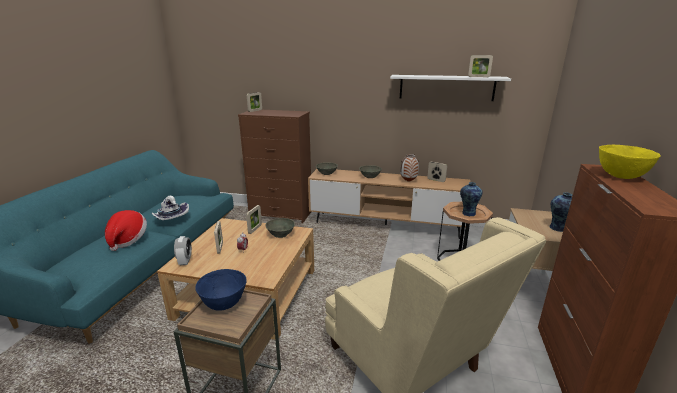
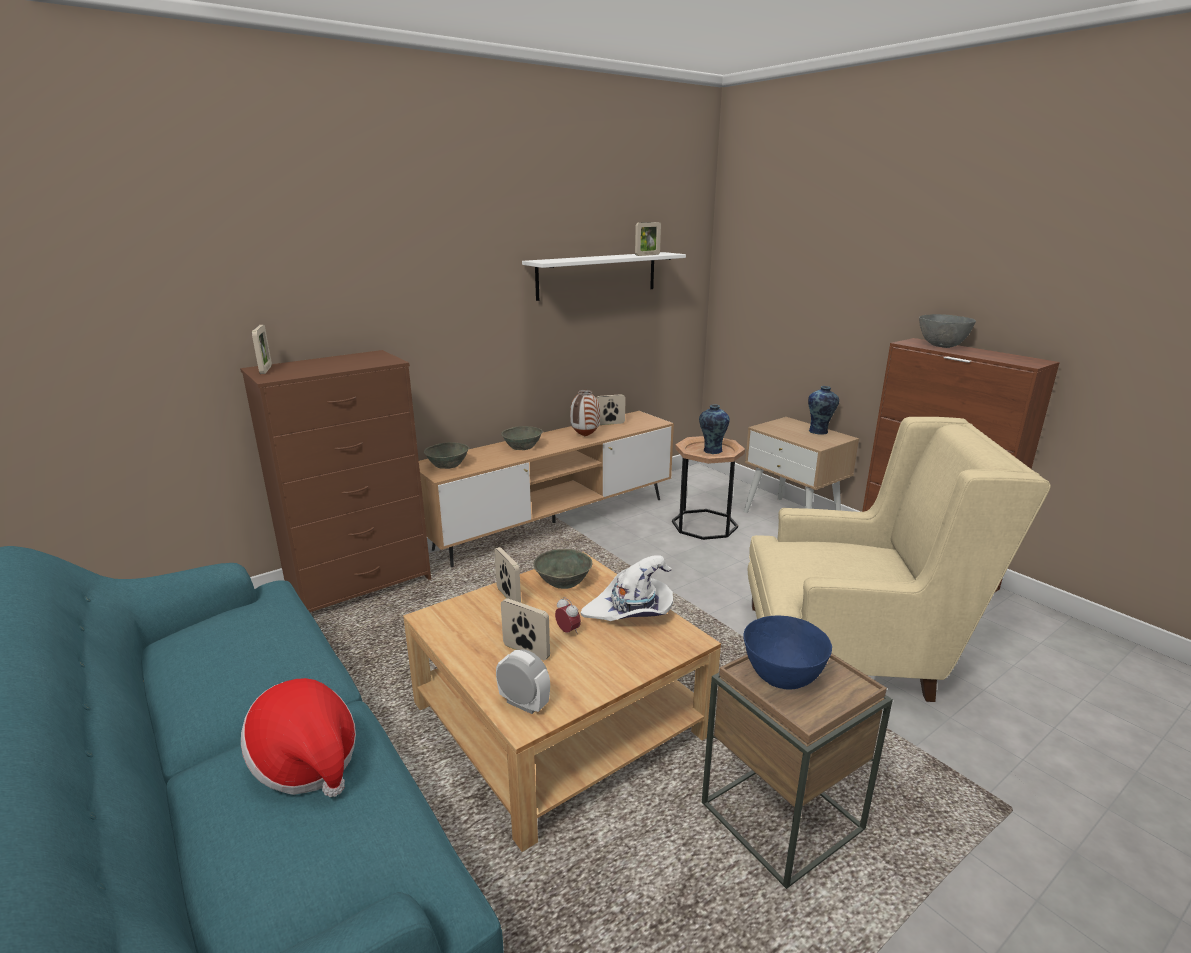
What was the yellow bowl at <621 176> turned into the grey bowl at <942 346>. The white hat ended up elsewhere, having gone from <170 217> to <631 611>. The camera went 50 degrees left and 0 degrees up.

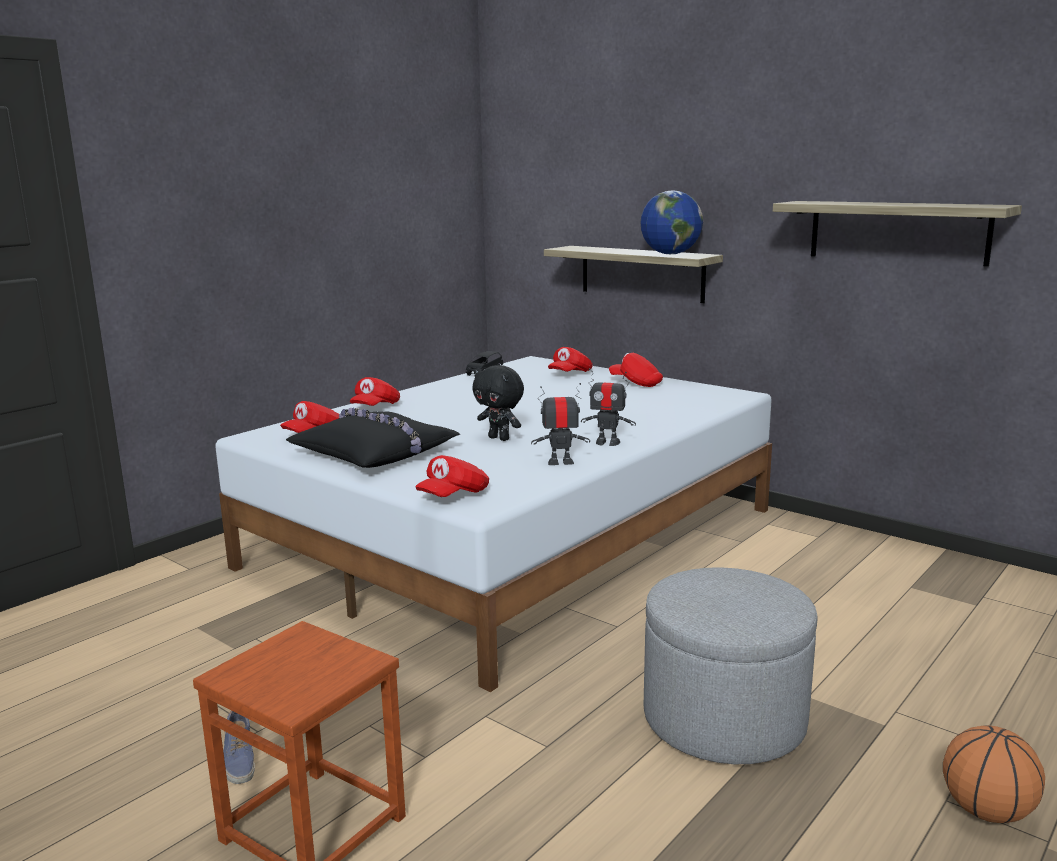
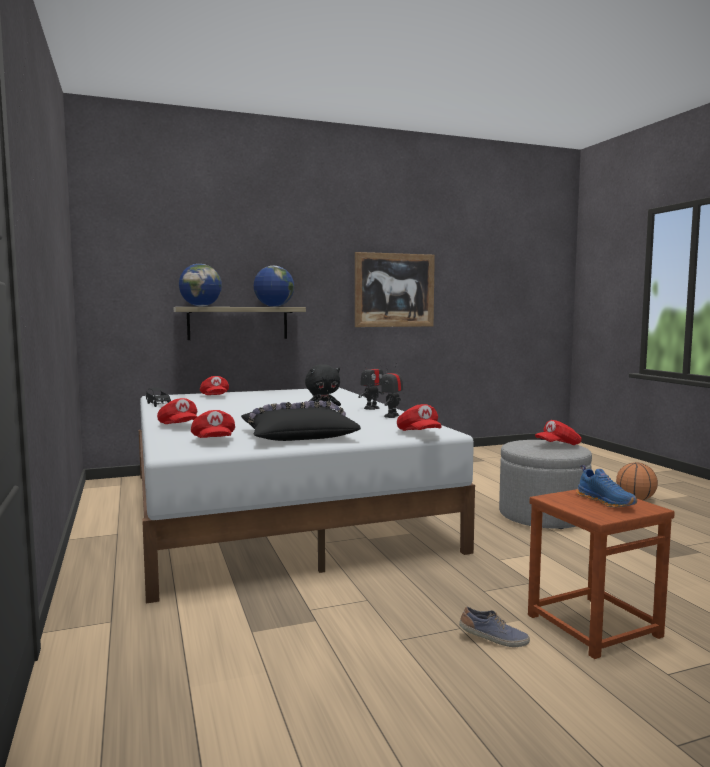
Where the shelf hung at <897 232>, the picture came to hang at <394 290>. The red cap ended up elsewhere, having gone from <636 383> to <558 445>. The second view gained the globe at <201 306>. The second view gained the blue shoe at <606 502>. The camera went 60 degrees left and 10 degrees down.

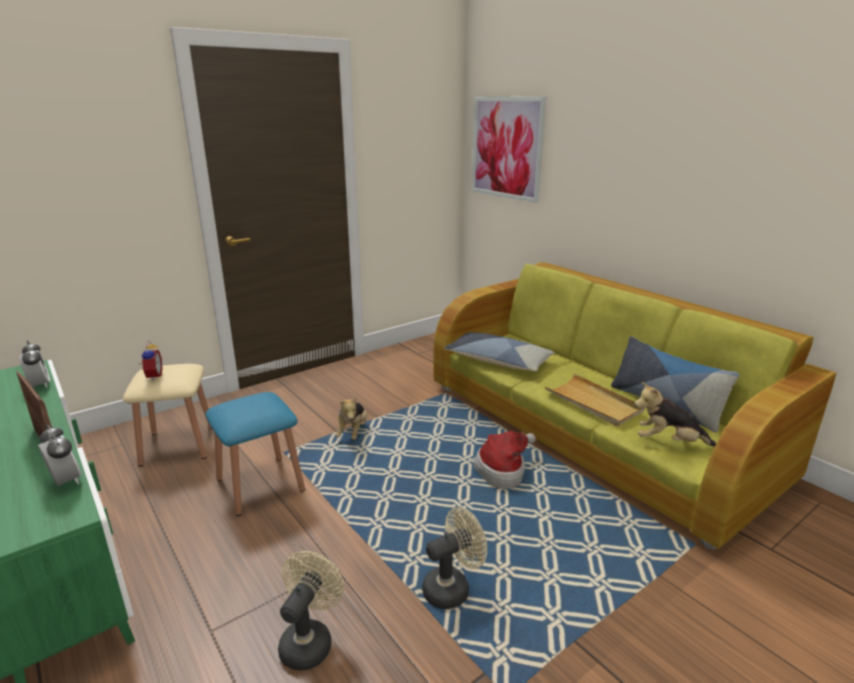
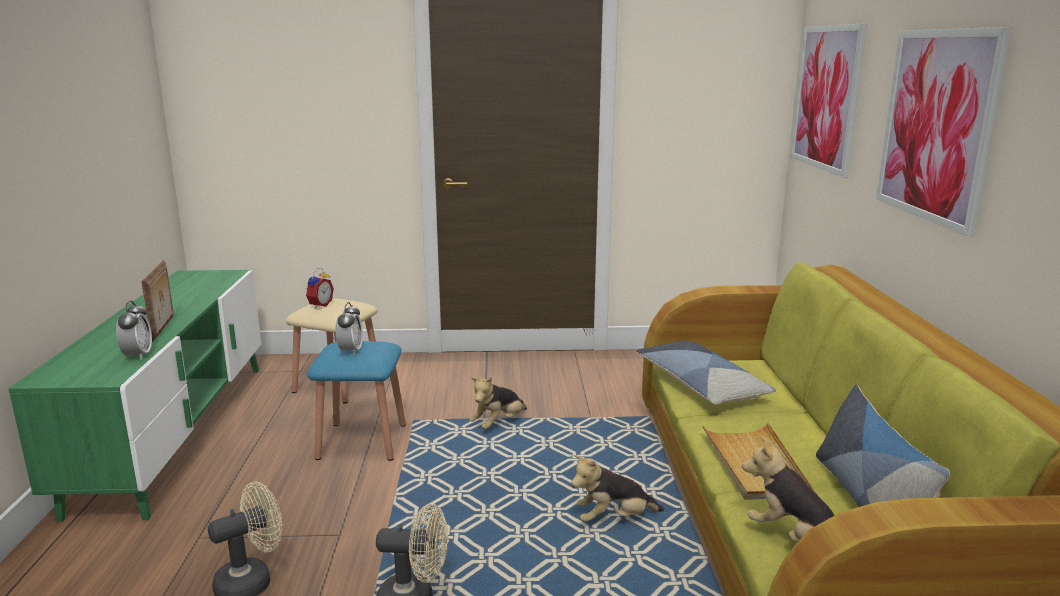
The alarm clock ended up elsewhere, having gone from <40 385> to <350 351>. Where the hat stood at <503 470>, the plush toy came to stand at <613 519>. The second view gained the picture at <936 125>. The camera went 35 degrees right and 5 degrees down.

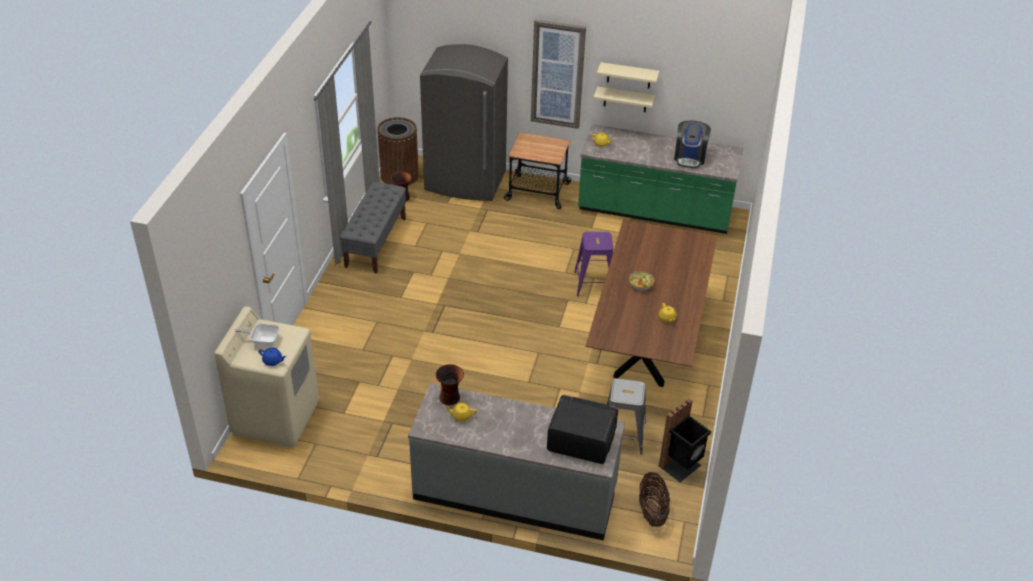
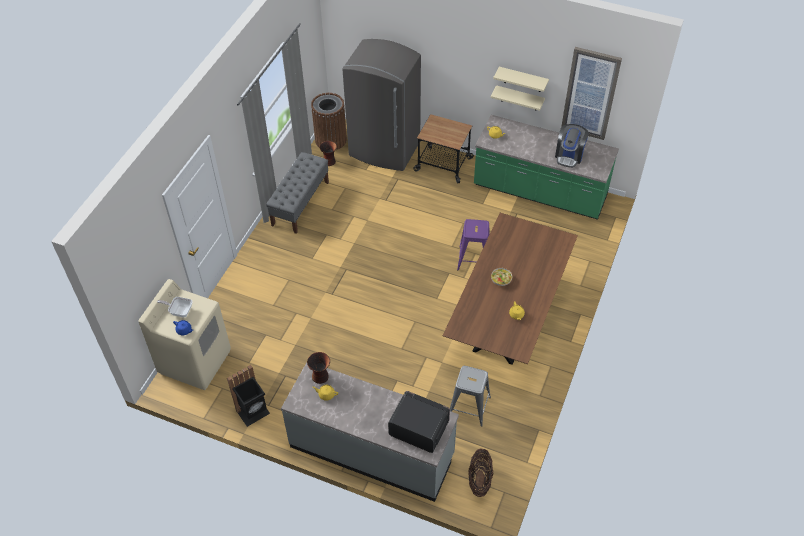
The picture ended up elsewhere, having gone from <557 74> to <590 93>. The black trash can ended up elsewhere, having gone from <681 466> to <253 412>. The camera went 10 degrees right and 10 degrees up.

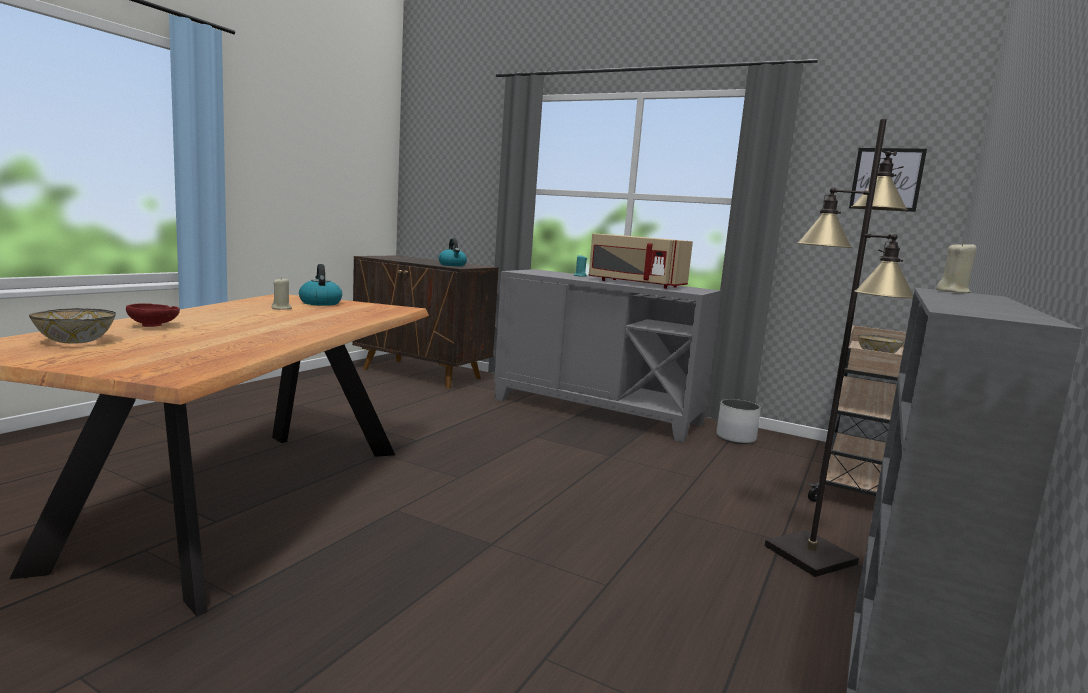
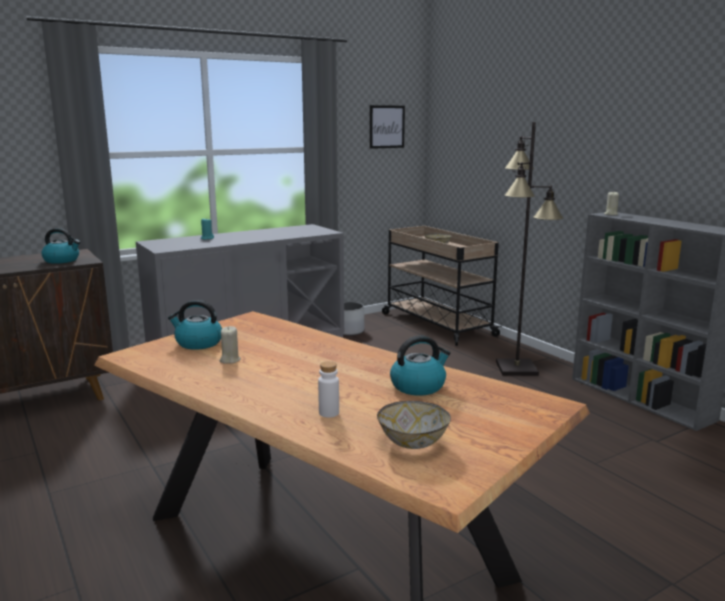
The second view lost the beige microwave at <635 284>. Where the red bowl stood at <154 326>, the white bottle came to stand at <329 413>. The second view gained the kettle at <418 386>. The camera went 60 degrees left and 5 degrees up.

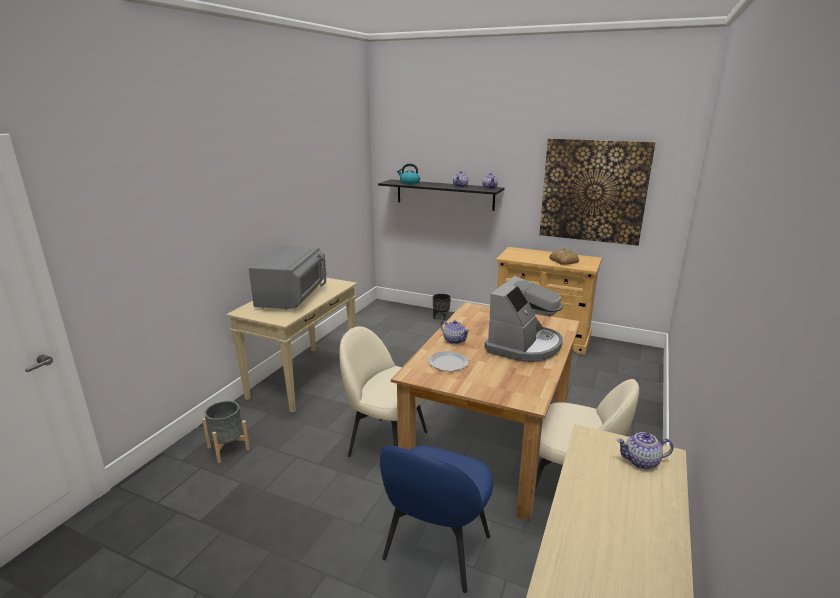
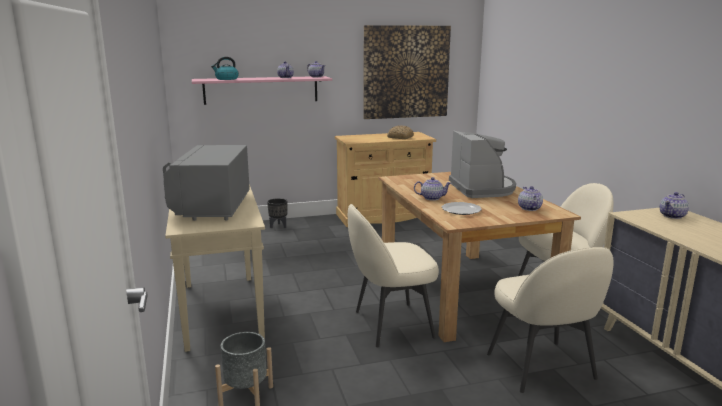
What was the black shelf at <444 194> turned into the pink shelf at <261 90>. The grey microwave at <293 297> ended up facing another way, 150 degrees counterclockwise from before. What was the blue chair at <435 550> turned into the beige chair at <542 368>. The second view gained the teapot at <529 208>. The camera went 40 degrees left and 5 degrees down.

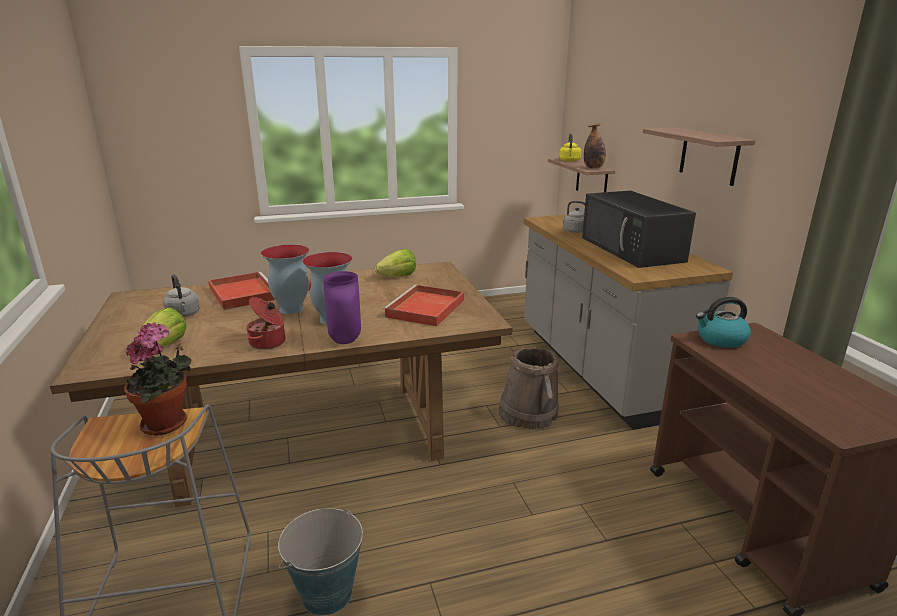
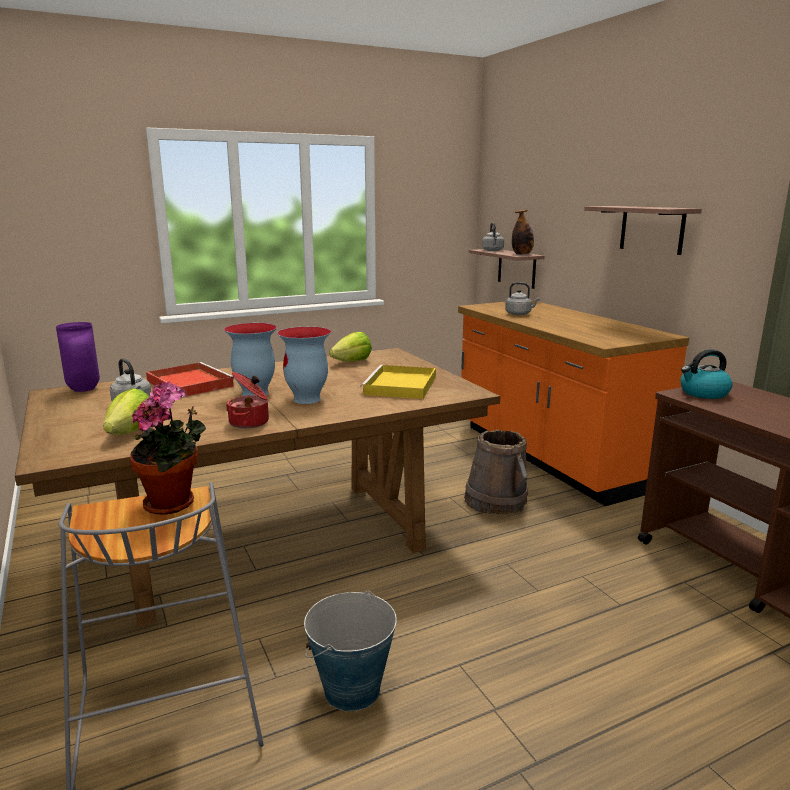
What was the yellow kettle at <569 161> turned into the grey kettle at <493 250>. The second view lost the black microwave at <632 249>. What was the grey counter at <598 369> turned into the orange counter at <549 456>. The purple vase ended up elsewhere, having gone from <344 341> to <83 389>. What was the red tray at <425 309> turned into the yellow tray at <400 386>. The camera went 10 degrees left and 5 degrees down.

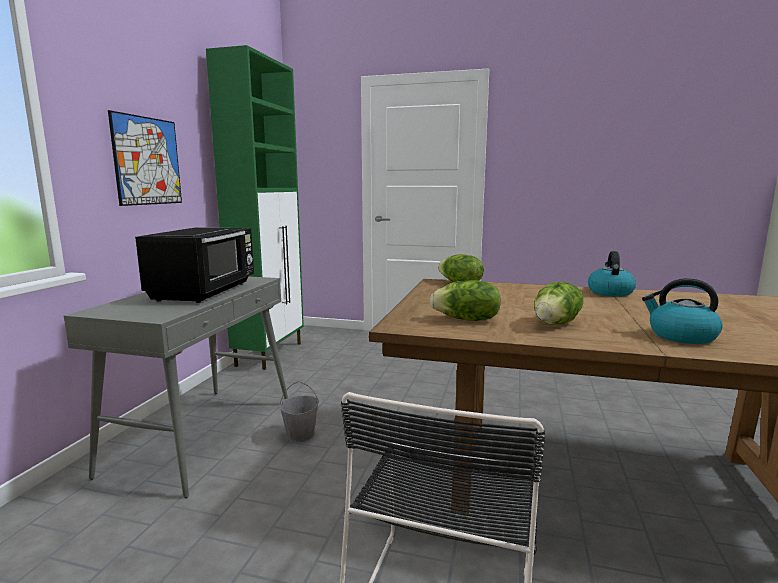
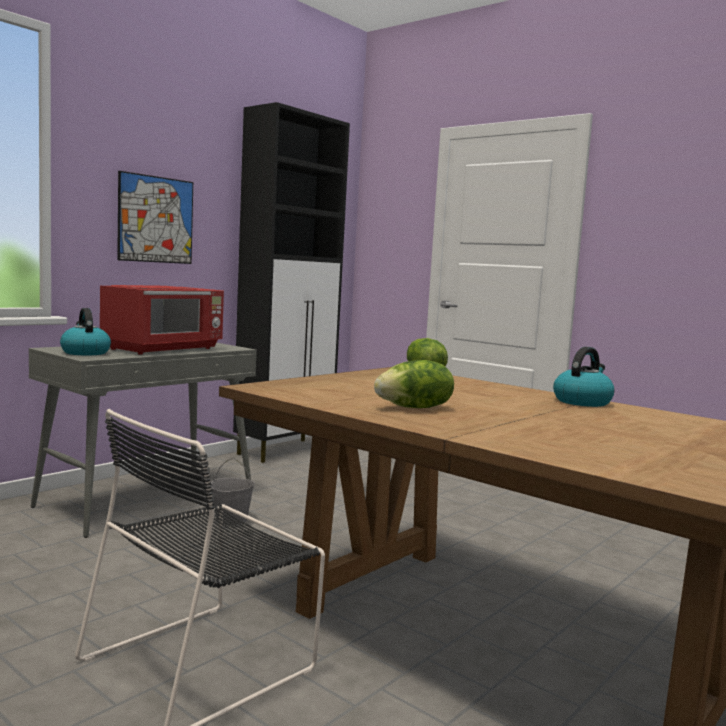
What was the green cabinet at <270 354> turned into the black cabinet at <285 450>. What was the black microwave at <205 291> turned into the red microwave at <164 349>. The kettle ended up elsewhere, having gone from <680 336> to <85 352>. The second view lost the lettuce at <467 320>. The camera went 25 degrees right and 5 degrees down.

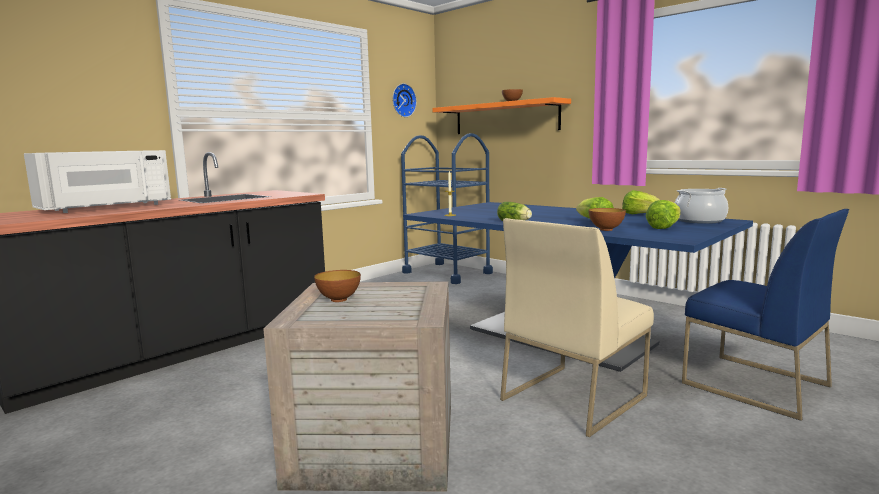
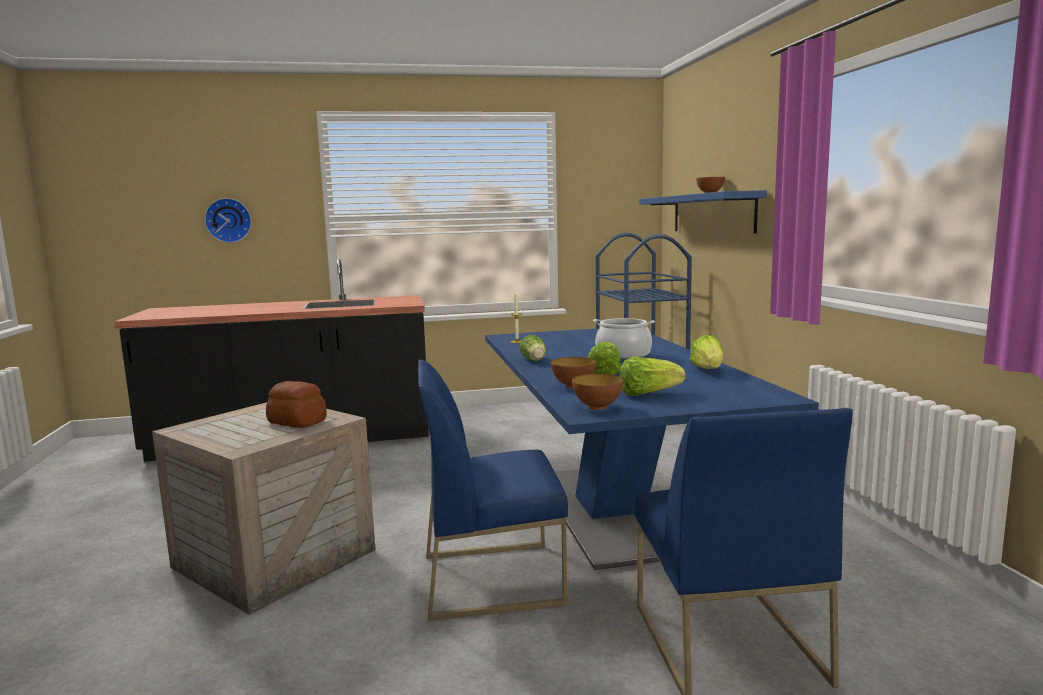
The wall clock ended up elsewhere, having gone from <402 100> to <229 220>. What was the orange shelf at <505 118> turned into the blue shelf at <712 213>. The second view lost the white microwave at <107 208>. The cooking pot ended up elsewhere, having gone from <699 221> to <623 356>. What was the beige chair at <573 397> turned into the blue chair at <493 578>. The bowl ended up elsewhere, having gone from <339 299> to <597 407>. The second view gained the bread at <297 422>. The camera went 35 degrees right and 0 degrees up.

